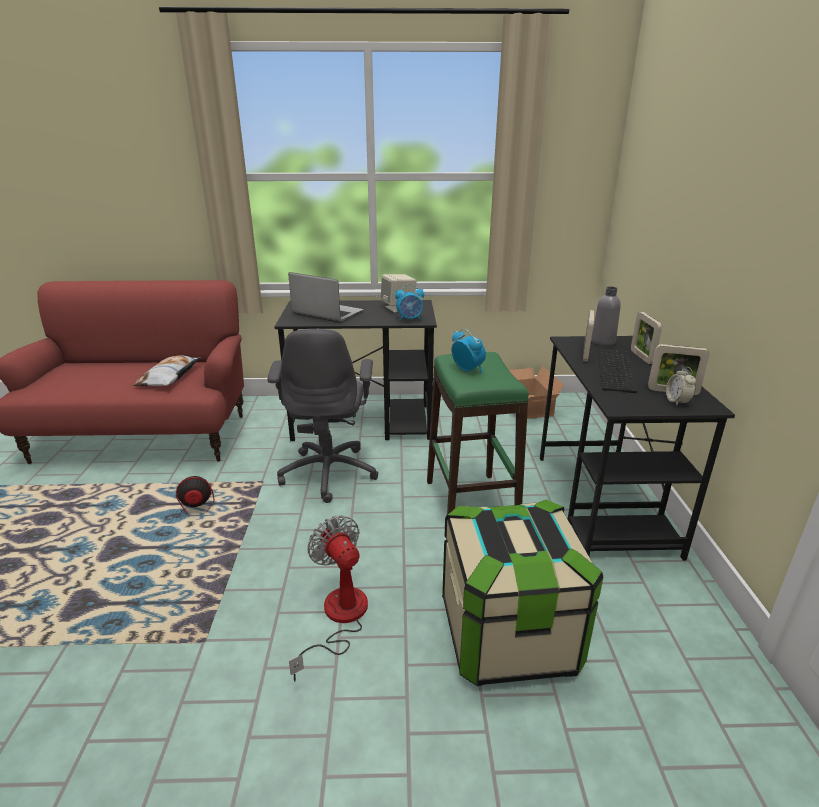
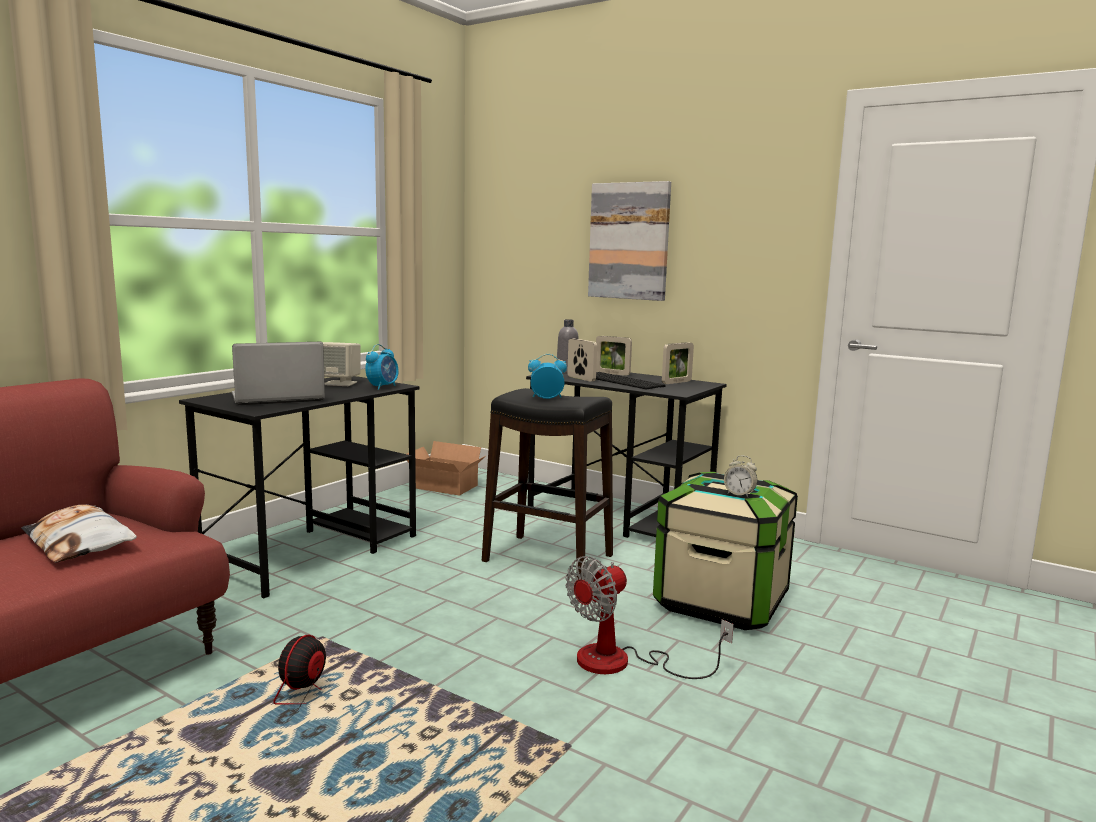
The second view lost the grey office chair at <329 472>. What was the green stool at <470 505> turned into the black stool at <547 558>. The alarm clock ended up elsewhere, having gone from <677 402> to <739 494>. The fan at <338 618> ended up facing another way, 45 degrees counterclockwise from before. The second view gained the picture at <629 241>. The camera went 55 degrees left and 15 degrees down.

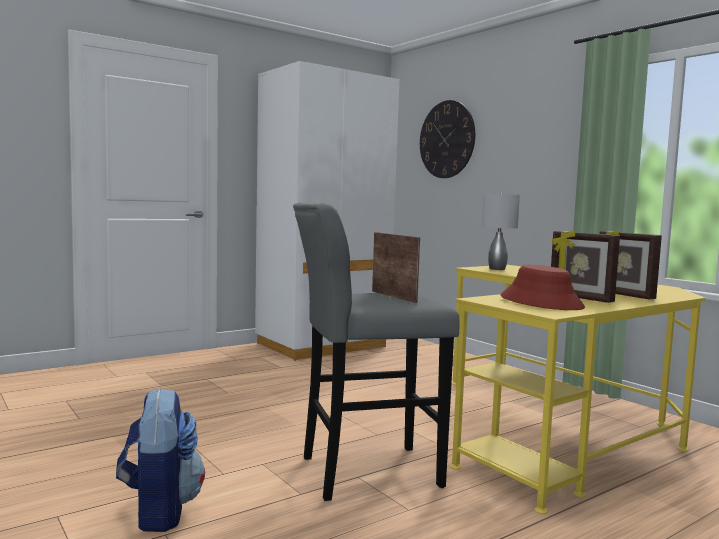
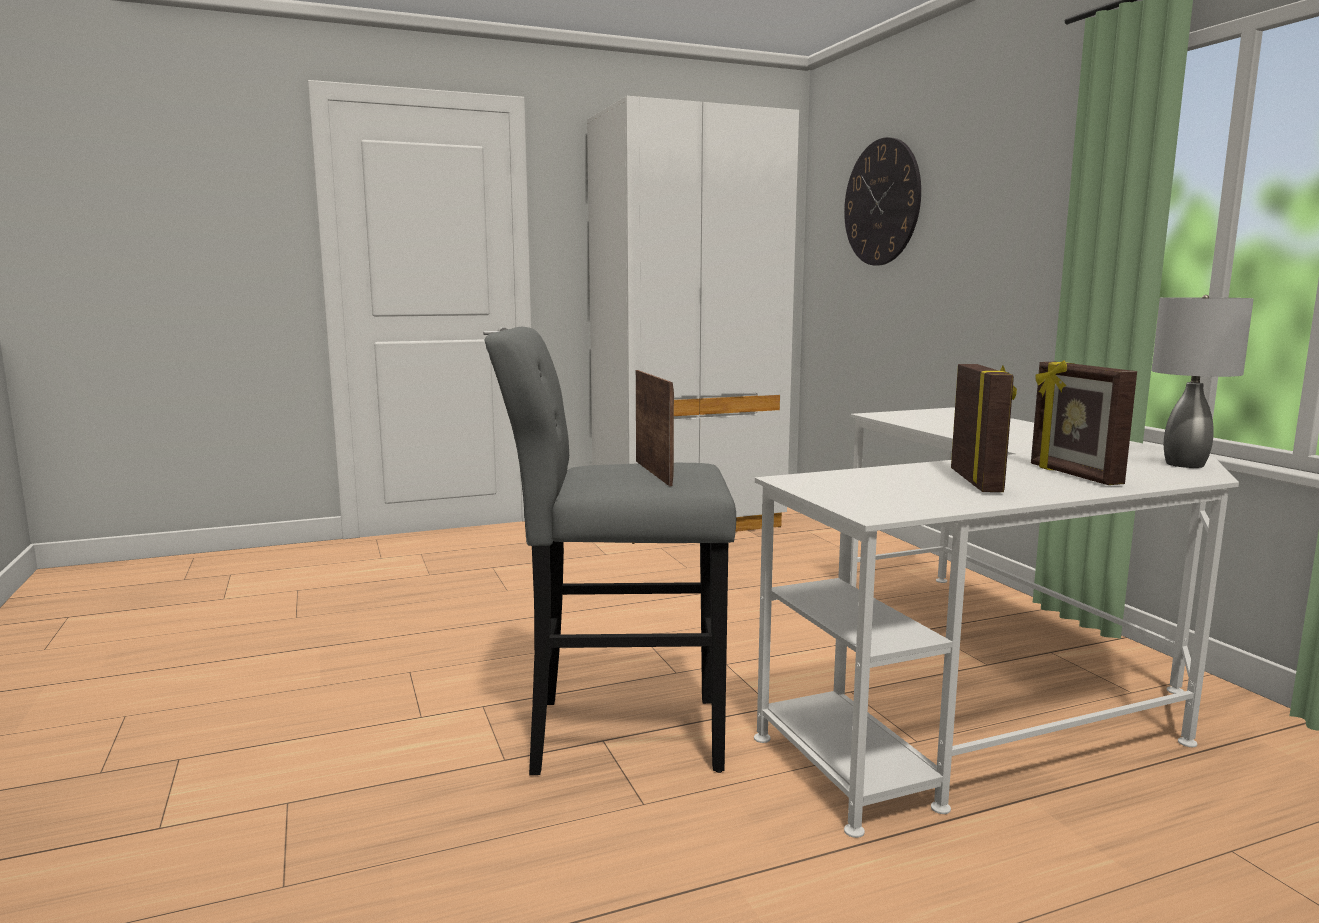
The grey table lamp ended up elsewhere, having gone from <497 269> to <1186 464>. The picture frame at <580 298> ended up facing another way, 150 degrees counterclockwise from before. What was the yellow desk at <559 426> turned into the white desk at <981 681>. The second view lost the red hat at <541 302>. The second view lost the backpack at <159 510>. The camera went 15 degrees right and 5 degrees up.

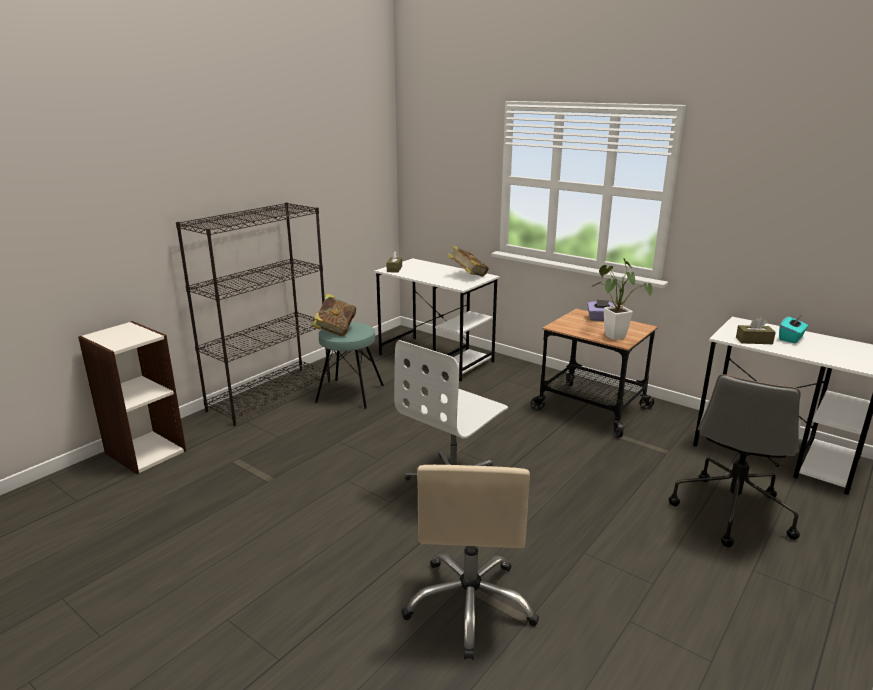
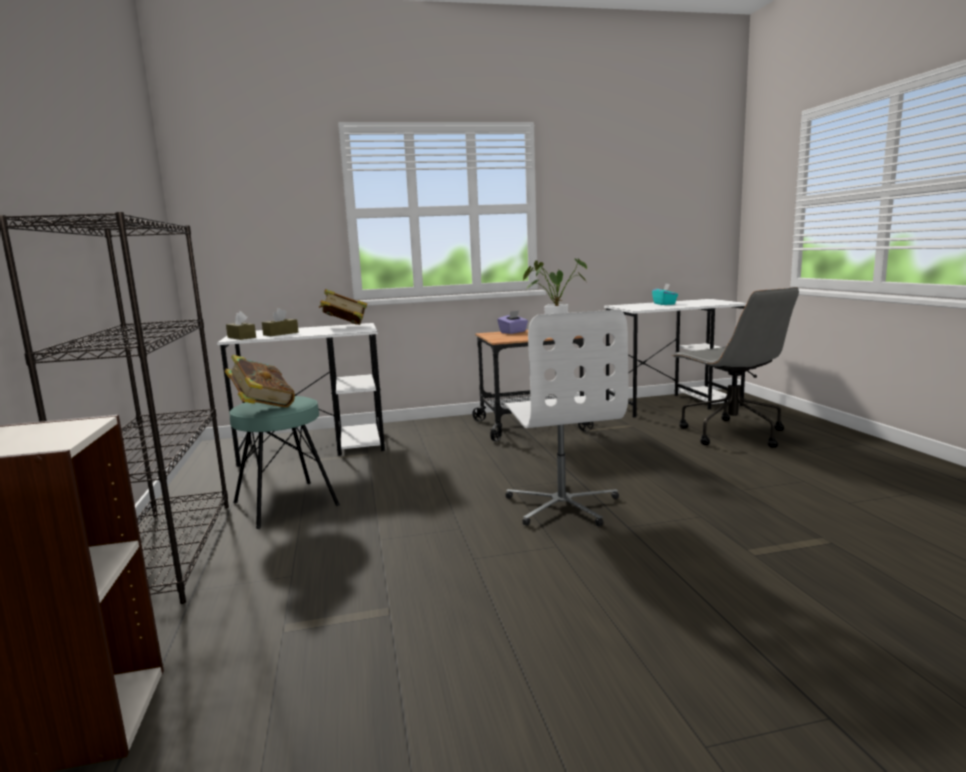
The brown tissue box ended up elsewhere, having gone from <754 341> to <281 334>. The second view lost the beige office chair at <470 605>. The camera went 50 degrees left and 10 degrees down.

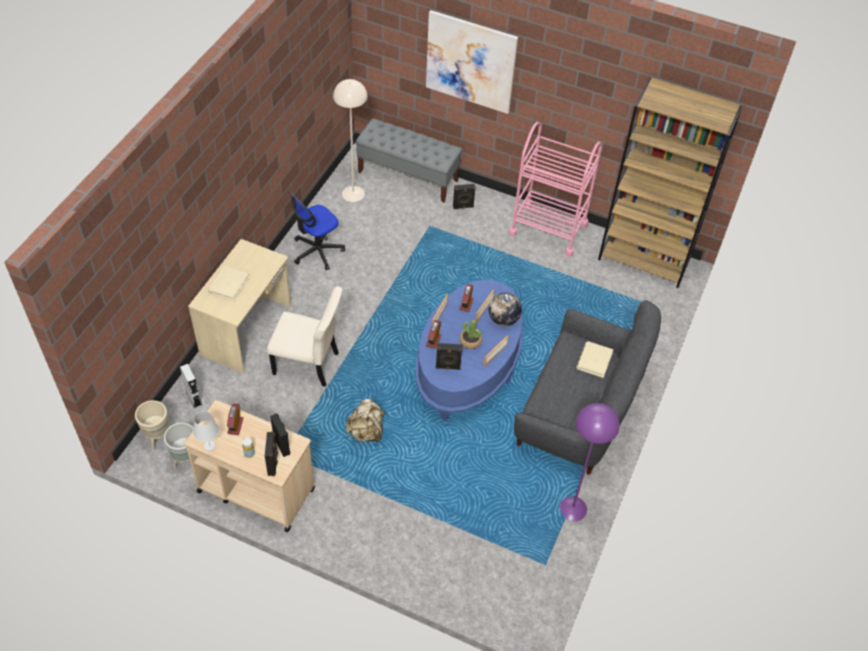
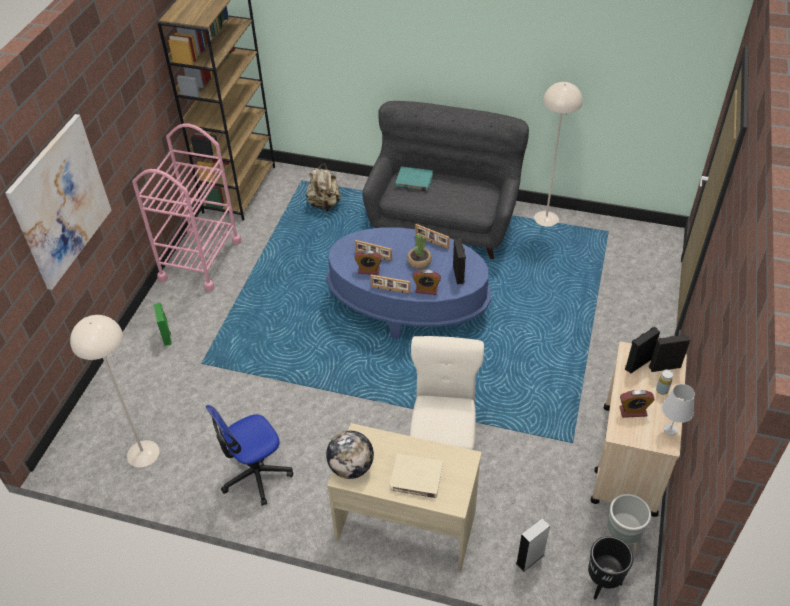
The second view lost the grey bench at <408 176>. What was the black speaker at <463 207> turned into the green speaker at <167 336>. The office chair at <317 251> ended up facing another way, 105 degrees clockwise from before. The globe ended up elsewhere, having gone from <503 319> to <351 467>. What was the beige book at <594 360> turned into the turquoise book at <414 181>. The beige backpack ended up elsewhere, having gone from <366 432> to <324 204>. What was the beige planter at <158 438> turned into the black planter at <602 584>. What was the purple floor lamp at <573 508> turned into the beige floor lamp at <546 219>. The camera went 95 degrees left and 5 degrees down.

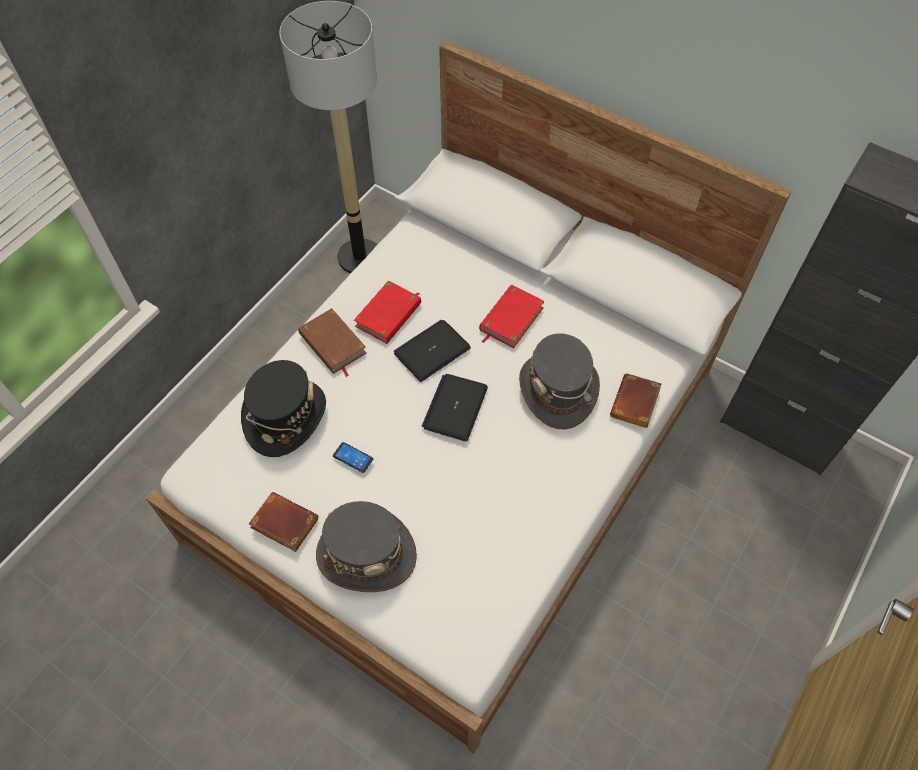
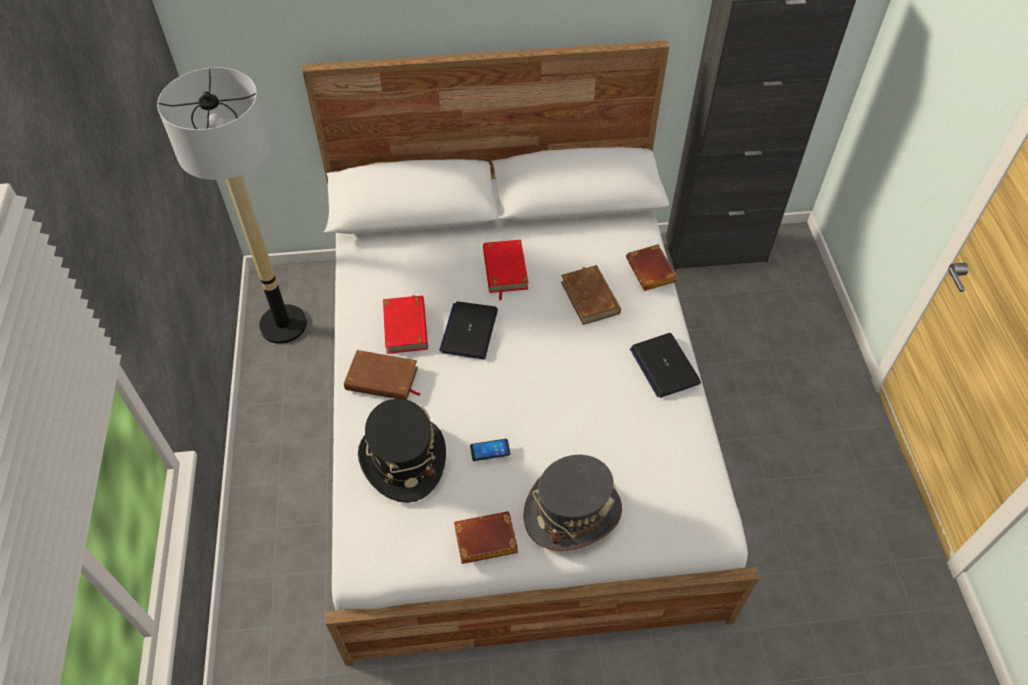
Where the grey hat stood at <558 390>, the brown book came to stand at <590 297>. The laptop ended up elsewhere, having gone from <455 407> to <664 366>. The camera went 40 degrees left and 5 degrees down.

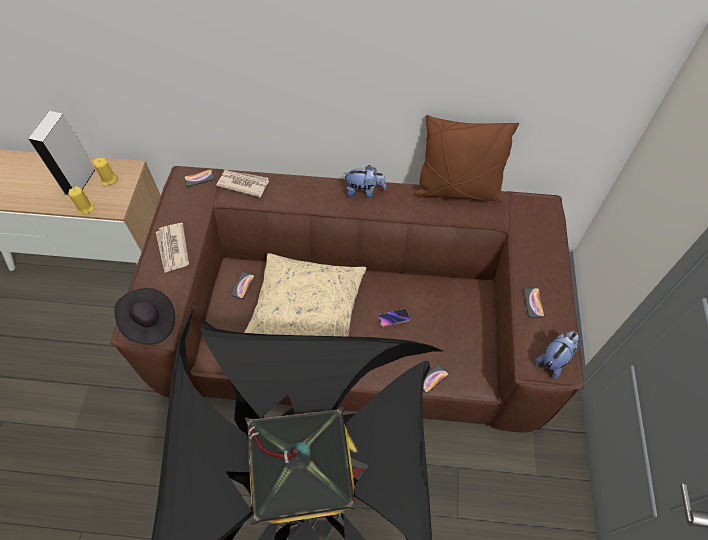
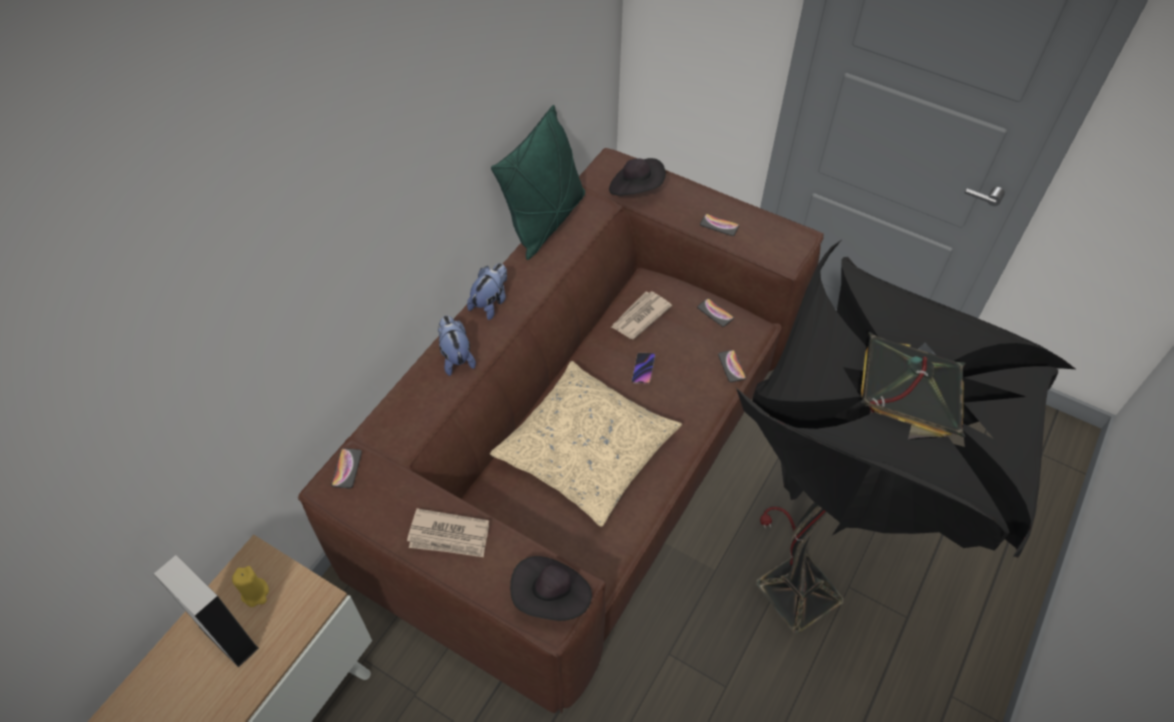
What was the brown pillow at <457 190> turned into the green pillow at <545 221>. The newspaper ended up elsewhere, having gone from <243 183> to <640 317>. The second view lost the yellow candle at <85 208>. The phone ended up elsewhere, having gone from <242 285> to <715 313>. The plush toy ended up elsewhere, having gone from <554 359> to <456 357>. The second view gained the black hat at <636 189>. The camera went 65 degrees left and 5 degrees down.

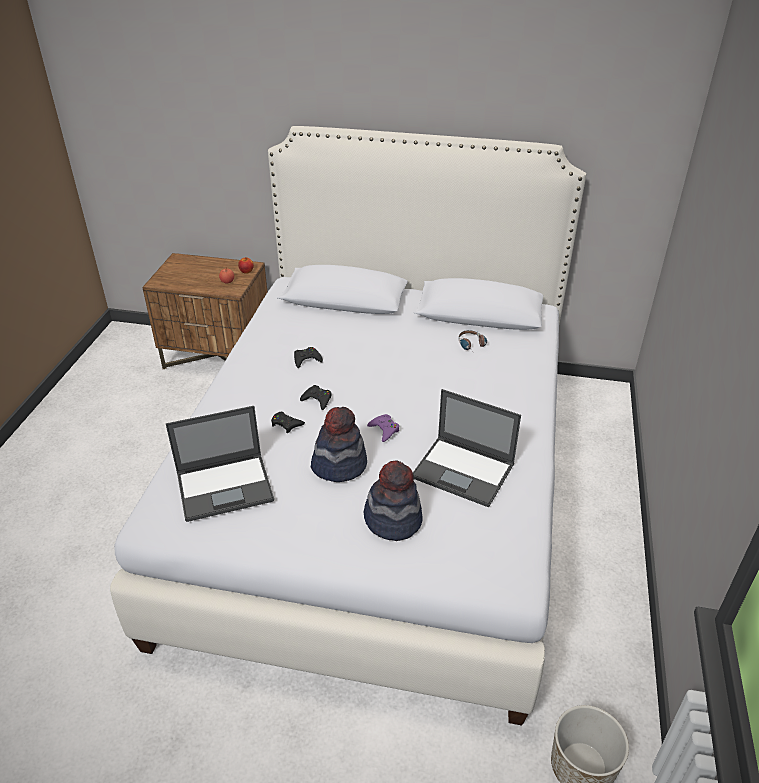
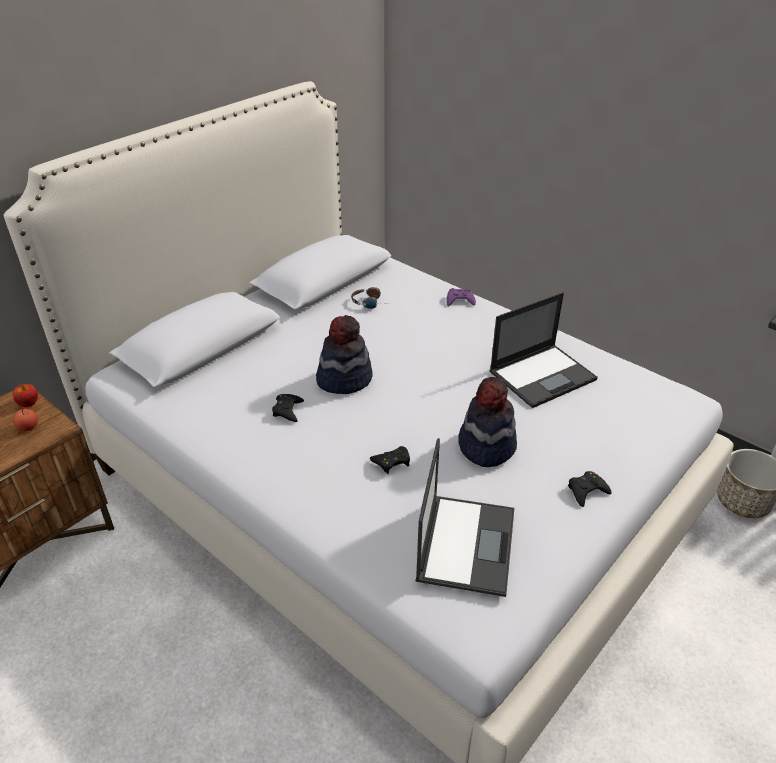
The black game controller ended up elsewhere, having gone from <317 400> to <586 491>. The purple game controller ended up elsewhere, having gone from <384 430> to <460 300>. The hat ended up elsewhere, having gone from <393 520> to <344 379>. The camera went 60 degrees left and 0 degrees up.

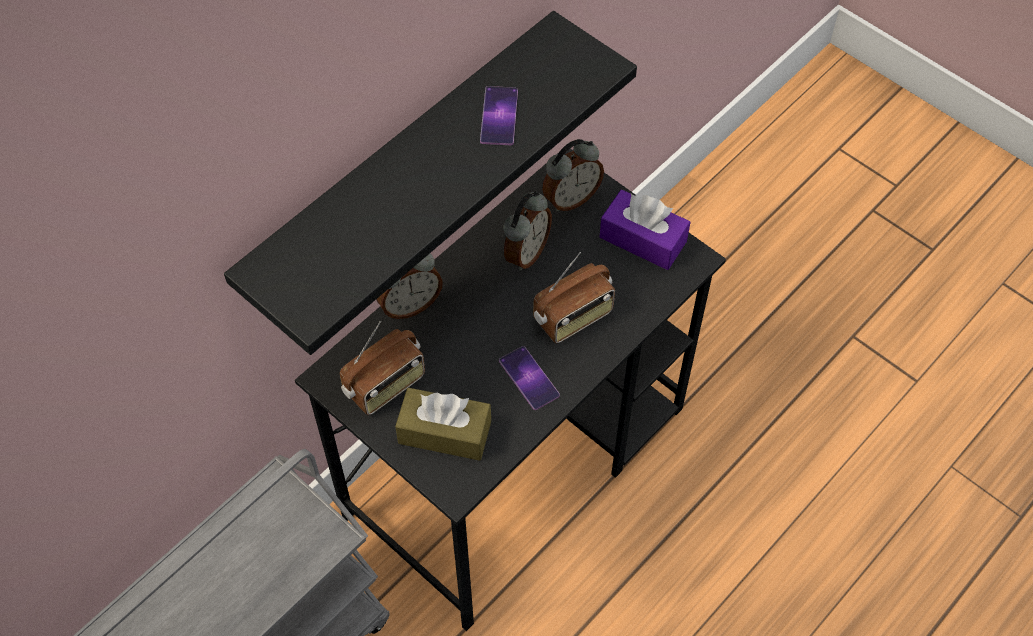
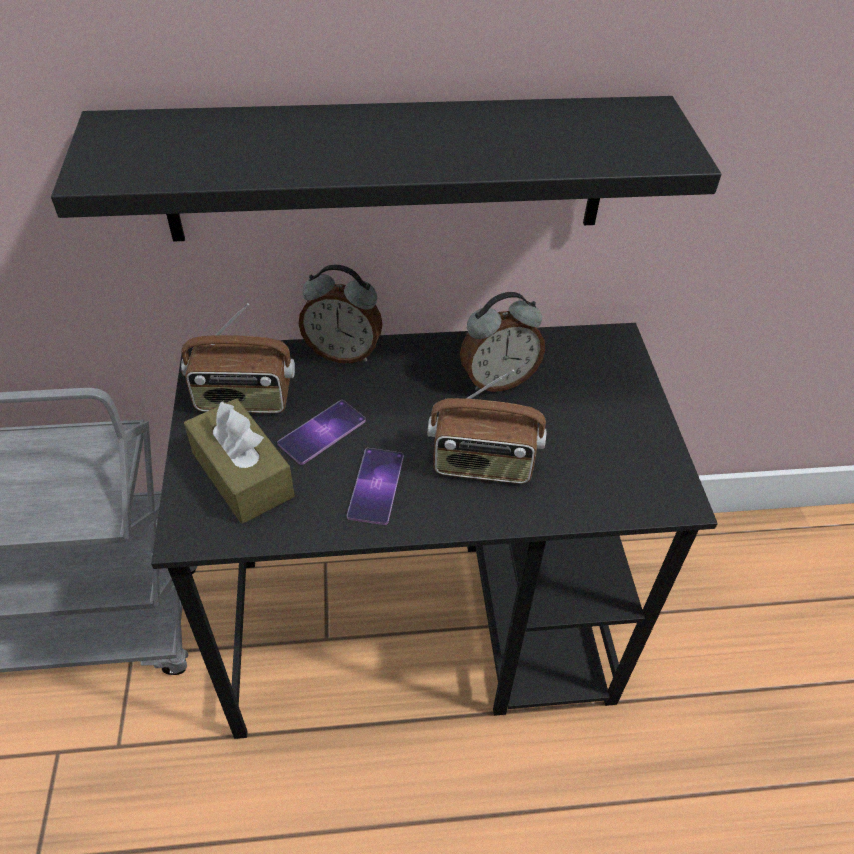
The phone ended up elsewhere, having gone from <499 116> to <322 432>. The second view lost the alarm clock at <570 198>. The second view lost the purple tissue box at <643 239>. The camera went 40 degrees right and 10 degrees down.

